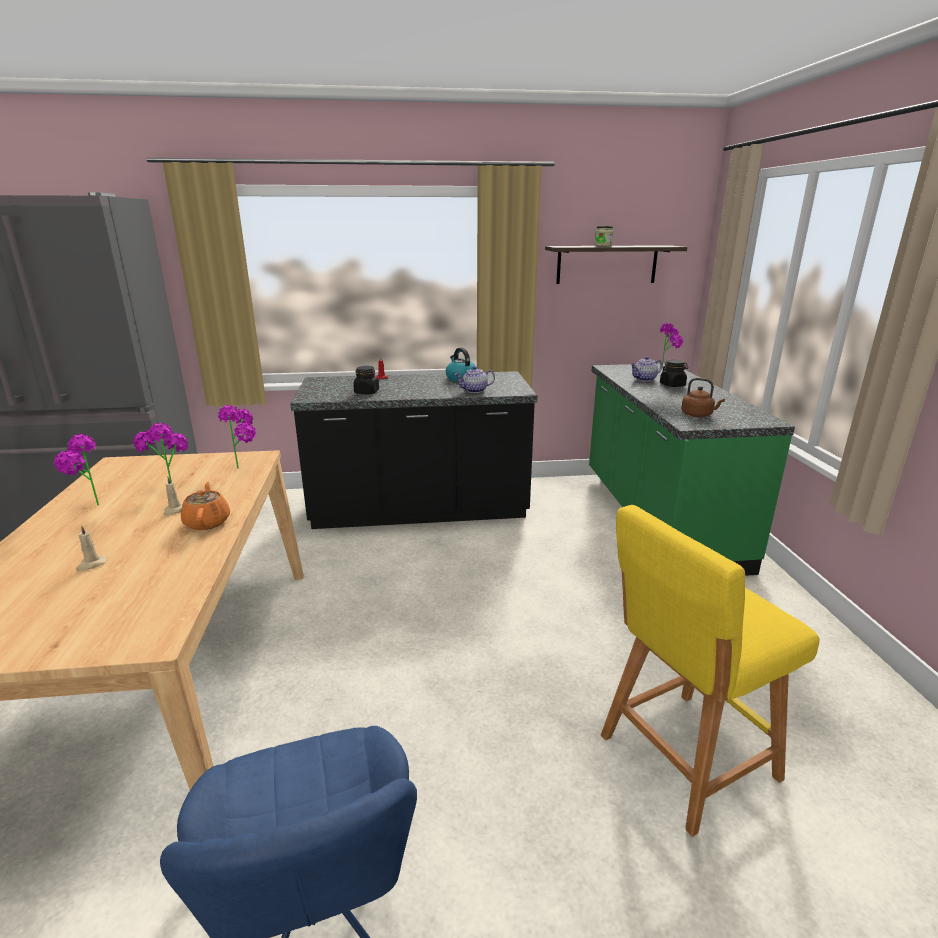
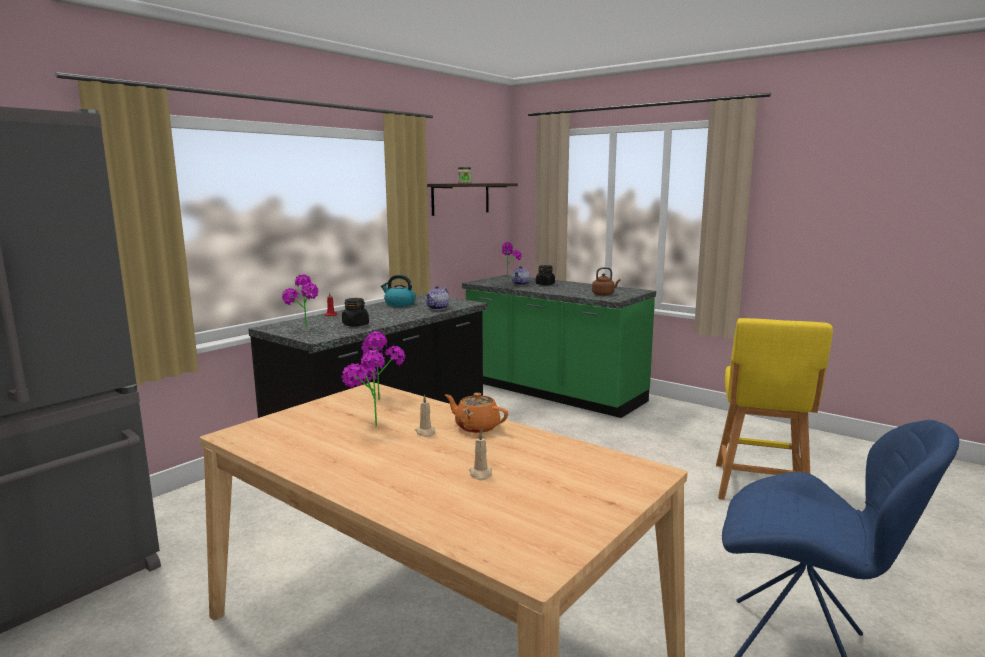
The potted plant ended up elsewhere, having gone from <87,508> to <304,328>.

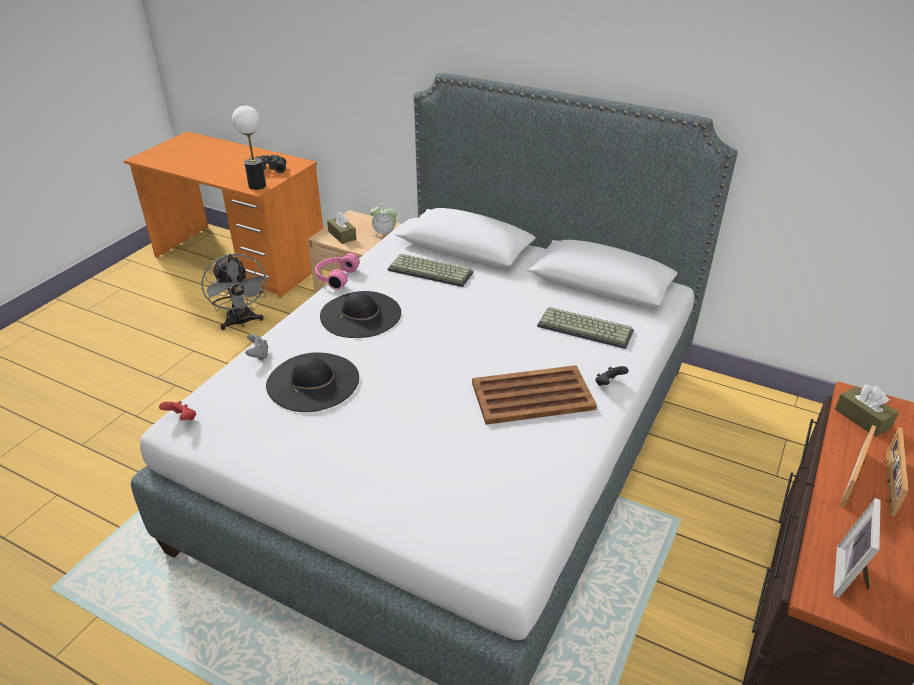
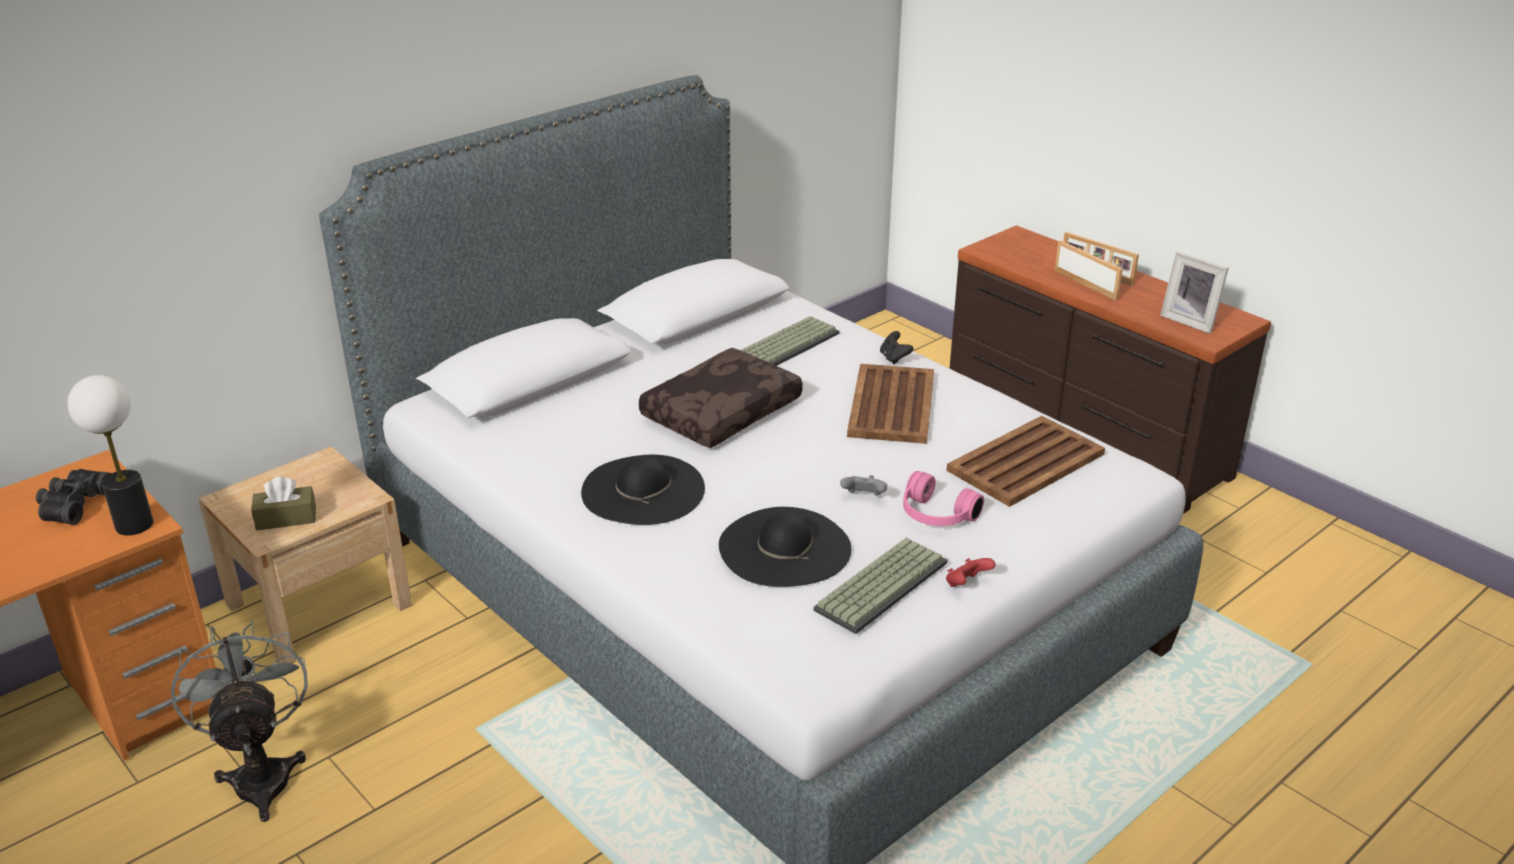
The second view lost the alarm clock at <384,234>.
The second view lost the brown tissue box at <862,418>.
The second view gained the brown pillow at <720,411>.
The second view gained the brown tray at <1027,462>.
The red game controller ended up elsewhere, having gone from <182,419> to <966,585>.
The grey game controller ended up elsewhere, having gone from <258,355> to <863,497>.
The pink headphones ended up elsewhere, having gone from <335,277> to <935,516>.
The keyboard ended up elsewhere, having gone from <431,271> to <880,584>.
The grey fan at <241,322> ended up facing another way, 105 degrees counterclockwise from before.

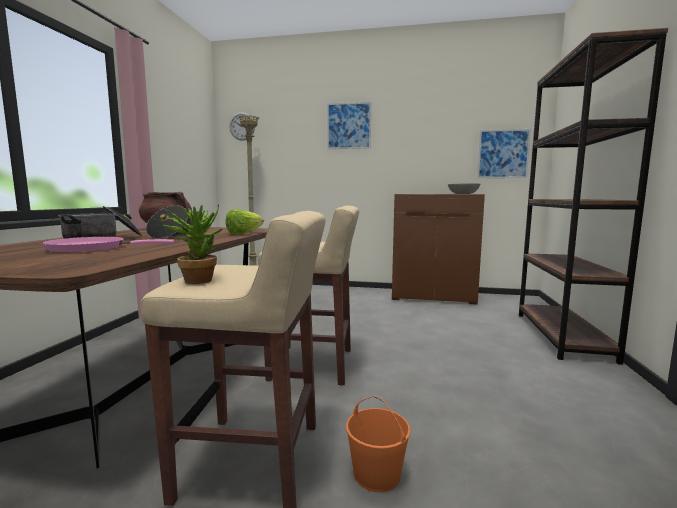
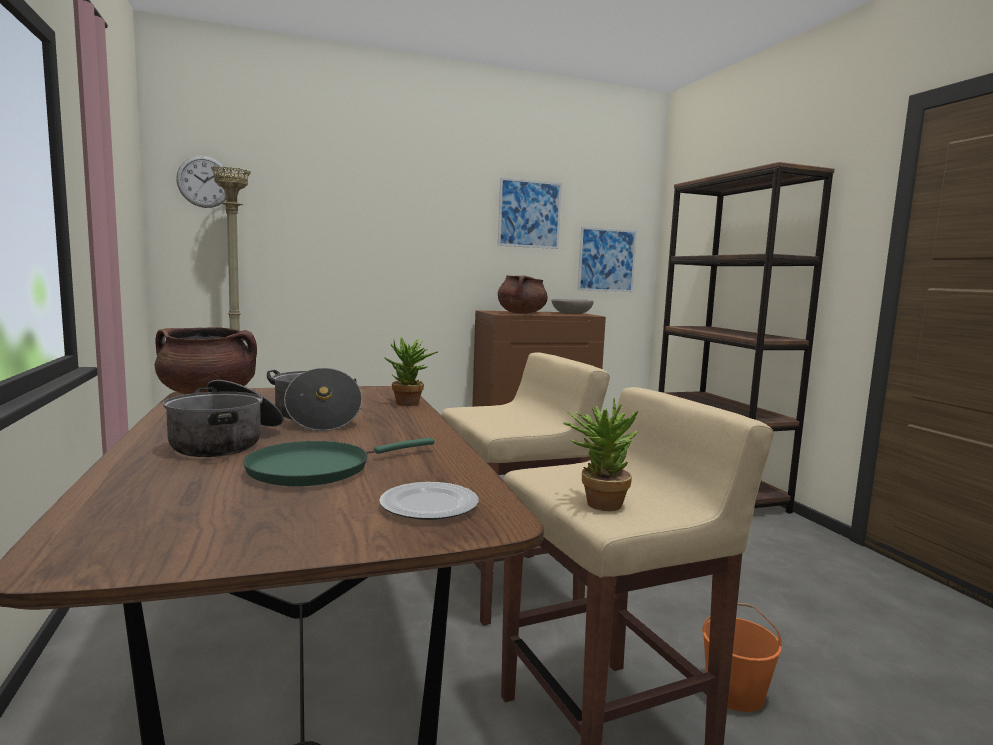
The second view gained the plate at <429,506>.
The second view gained the brown cooking pot at <521,313>.
The picture ended up elsewhere, having gone from <349,126> to <529,214>.
Where the lettuce stood at <244,234>, the potted plant came to stand at <409,404>.
What was the pink frying pan at <92,248> turned into the green frying pan at <316,469>.

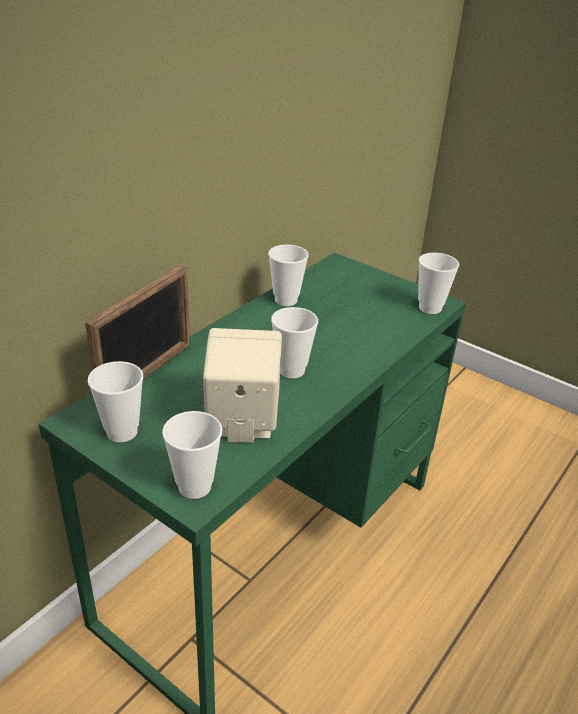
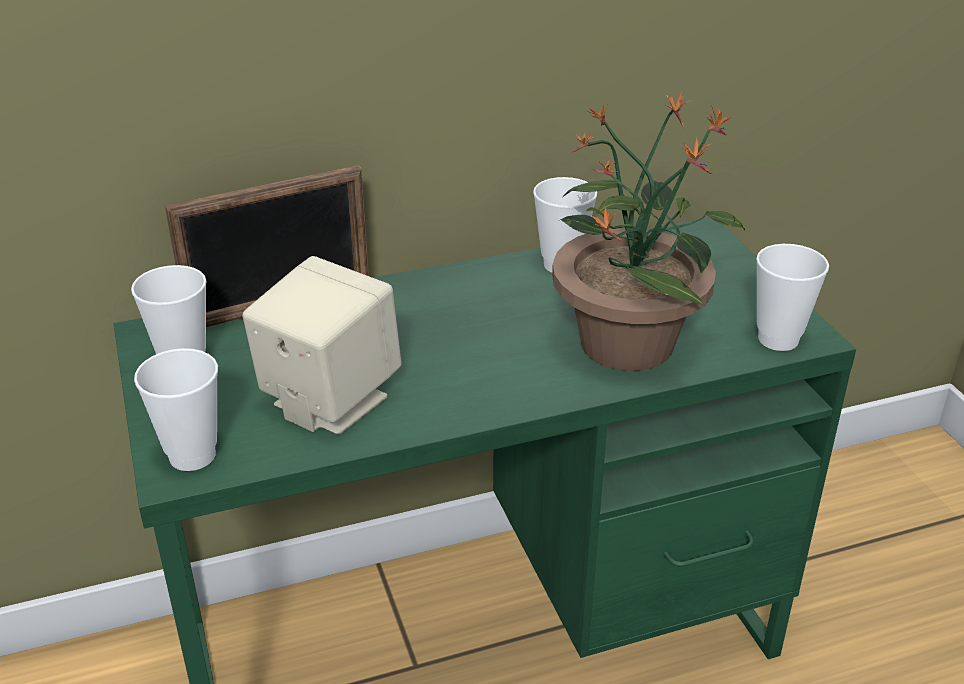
The second view lost the cup at <291,370>.
The second view gained the potted plant at <628,342>.

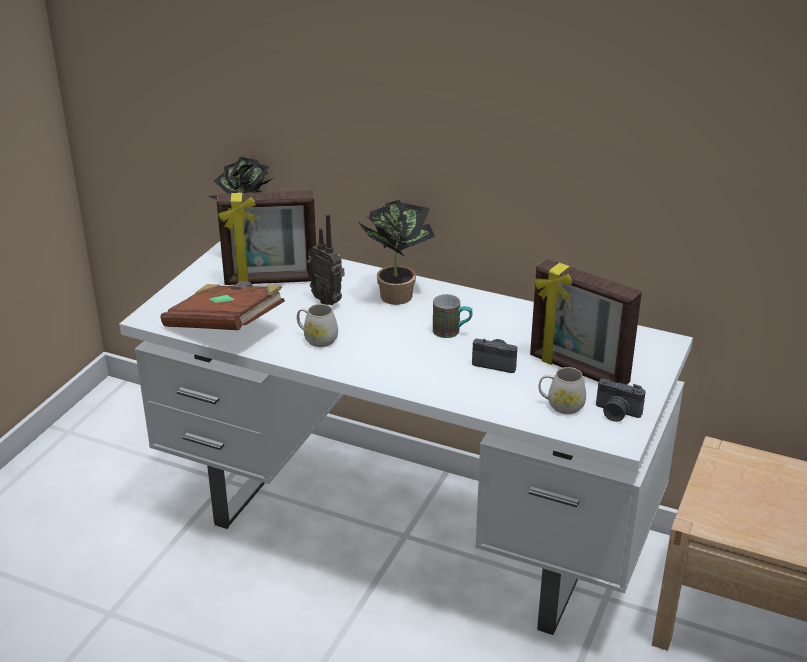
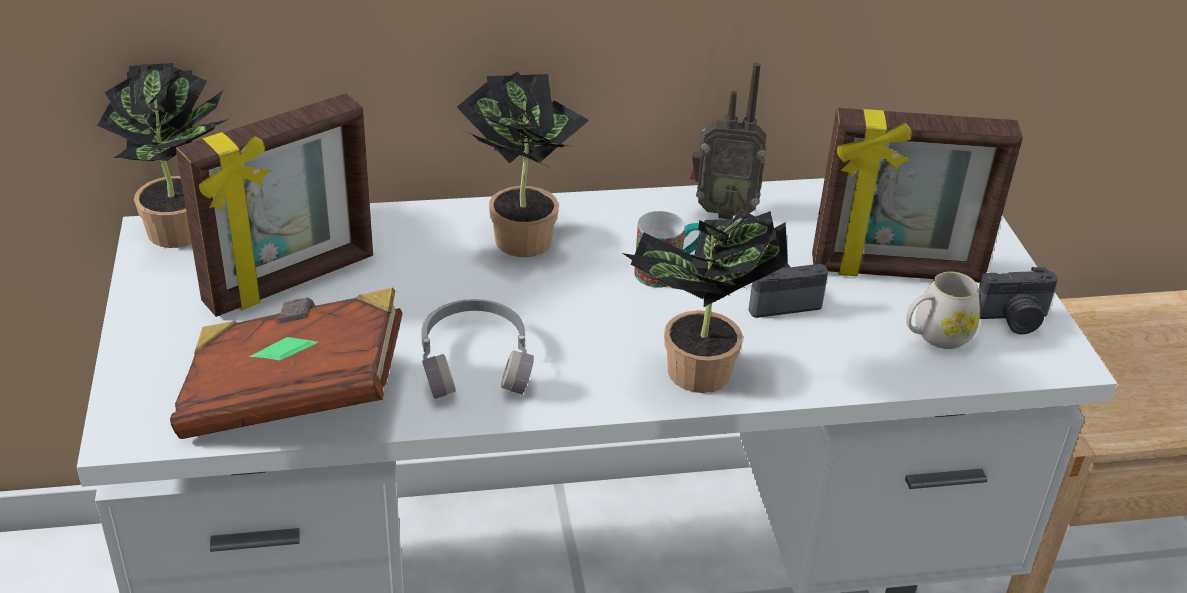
The second view gained the potted plant at <694,377>.
The radio ended up elsewhere, having gone from <328,300> to <722,210>.
Where the white mug stood at <317,339>, the grey headphones came to stand at <476,361>.

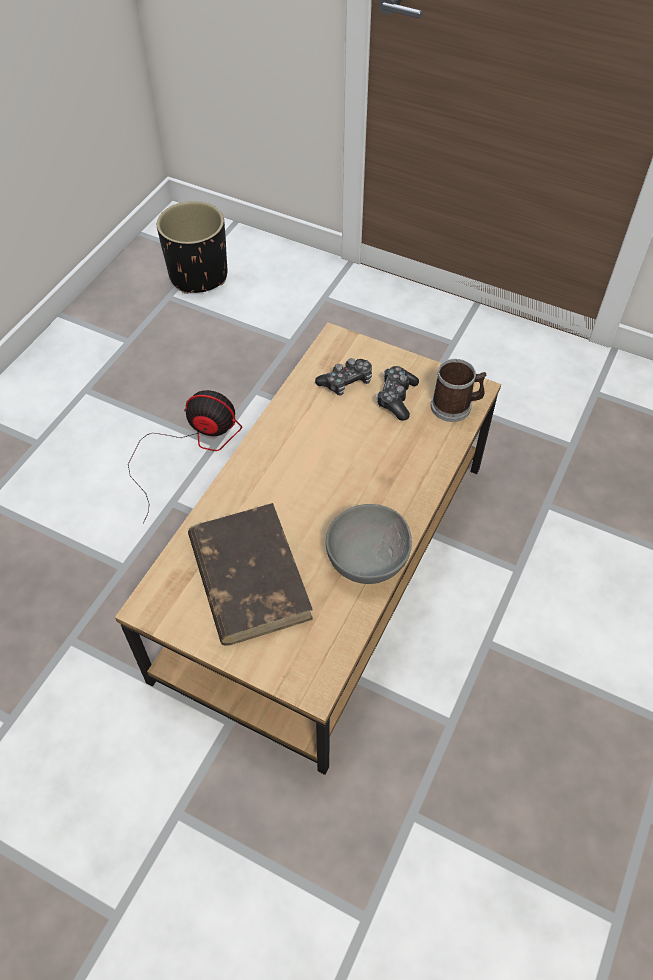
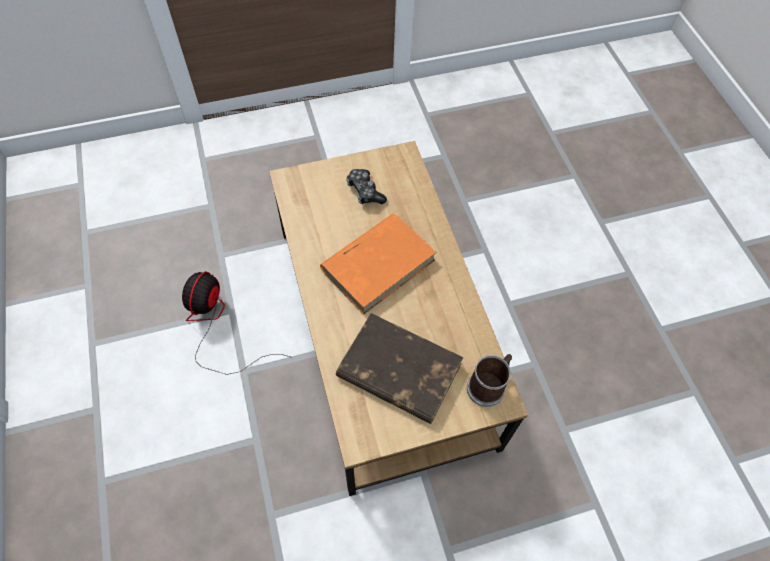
The second view lost the black planter at <198,276>.
The second view lost the game controller at <346,382>.
The second view lost the grey bowl at <370,559>.
The second view gained the orange book at <379,264>.
The mug ended up elsewhere, having gone from <455,406> to <488,385>.
The fan at <190,447> ended up facing another way, 45 degrees counterclockwise from before.

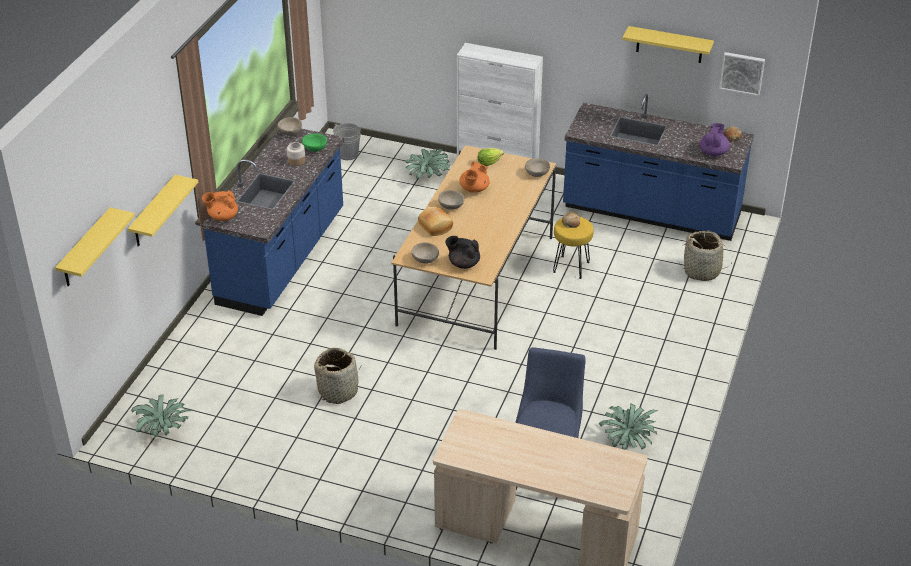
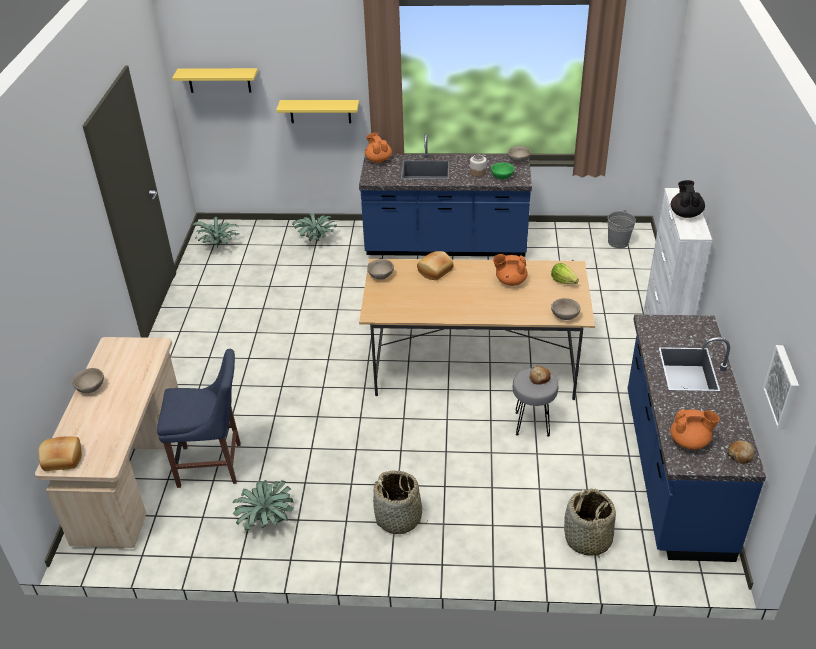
The second view lost the yellow shelf at <669,45>.
The second view gained the bread at <62,460>.
The basket ended up elsewhere, having gone from <338,391> to <399,518>.
The potted plant ended up elsewhere, having gone from <428,177> to <316,240>.
The beige bowl ended up elsewhere, having gone from <451,206> to <90,387>.
The black teapot ended up elsewhere, having gone from <463,264> to <685,213>.
What was the yellow stool at <571,267> turned into the grey stool at <531,424>.
What was the purple teapot at <713,152> turned into the orange teapot at <690,441>.

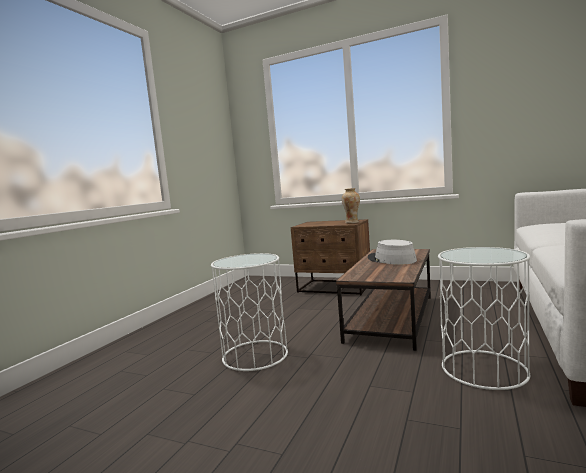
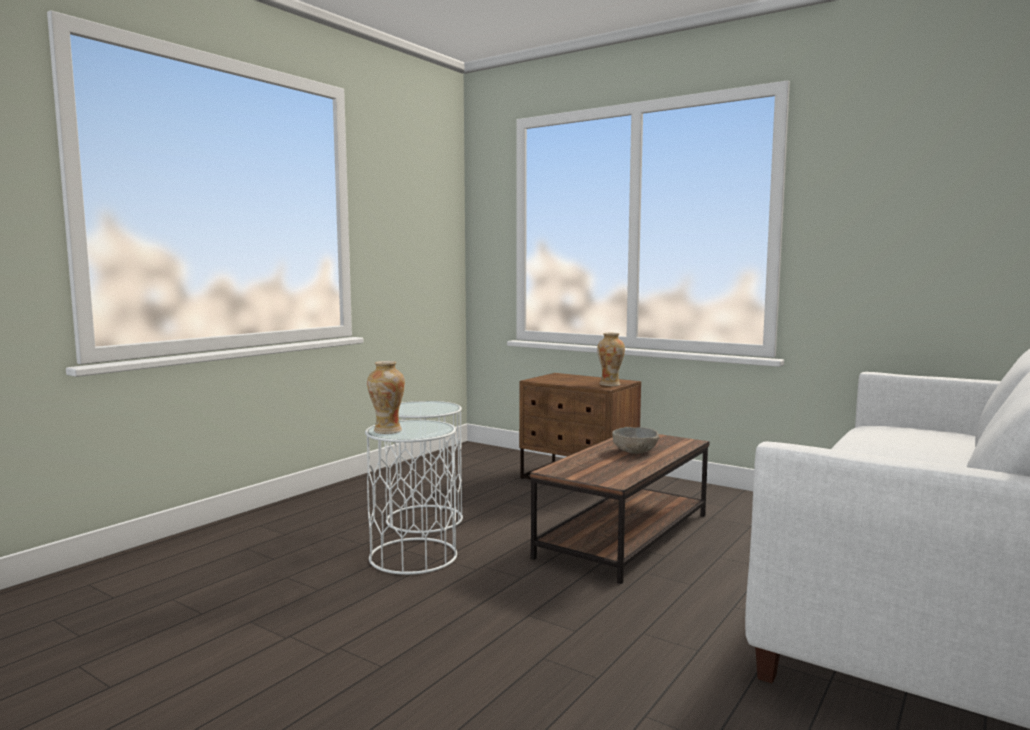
The second view gained the vase at <387,431>.
The white side table ended up elsewhere, having gone from <484,369> to <424,519>.
Where the grey hat stood at <391,259>, the grey bowl came to stand at <634,451>.

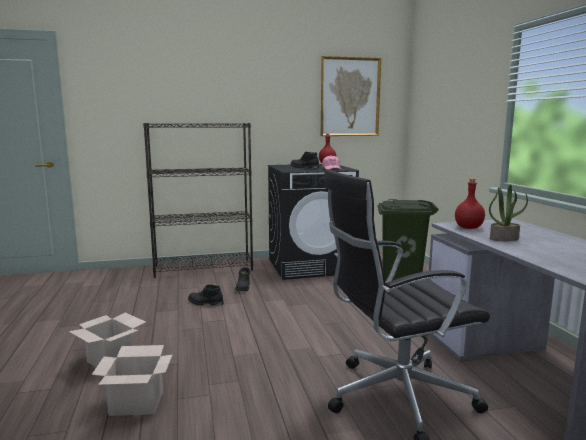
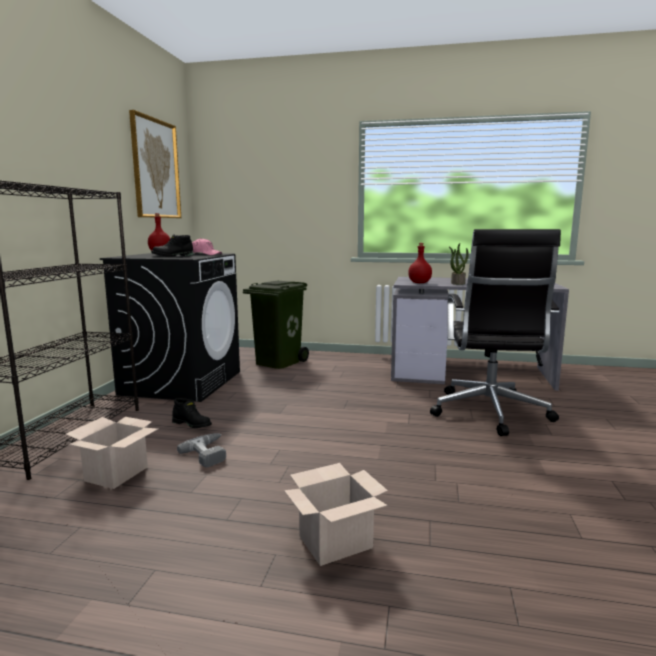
The cardboard box ended up elsewhere, having gone from <135,404> to <116,475>.
Where the black boot stood at <205,303>, the power drill came to stand at <210,453>.

